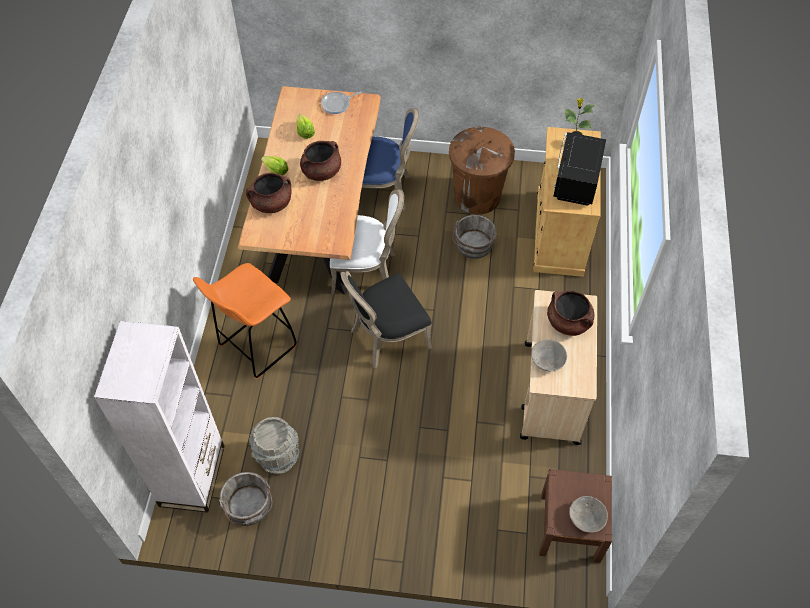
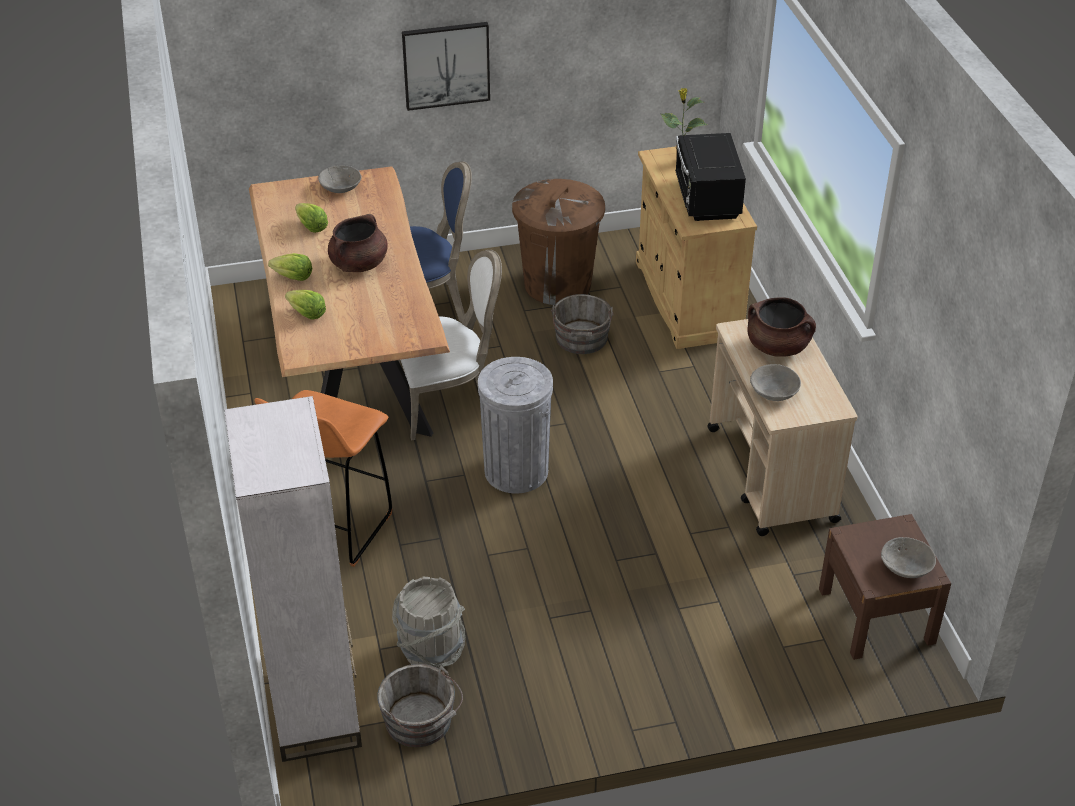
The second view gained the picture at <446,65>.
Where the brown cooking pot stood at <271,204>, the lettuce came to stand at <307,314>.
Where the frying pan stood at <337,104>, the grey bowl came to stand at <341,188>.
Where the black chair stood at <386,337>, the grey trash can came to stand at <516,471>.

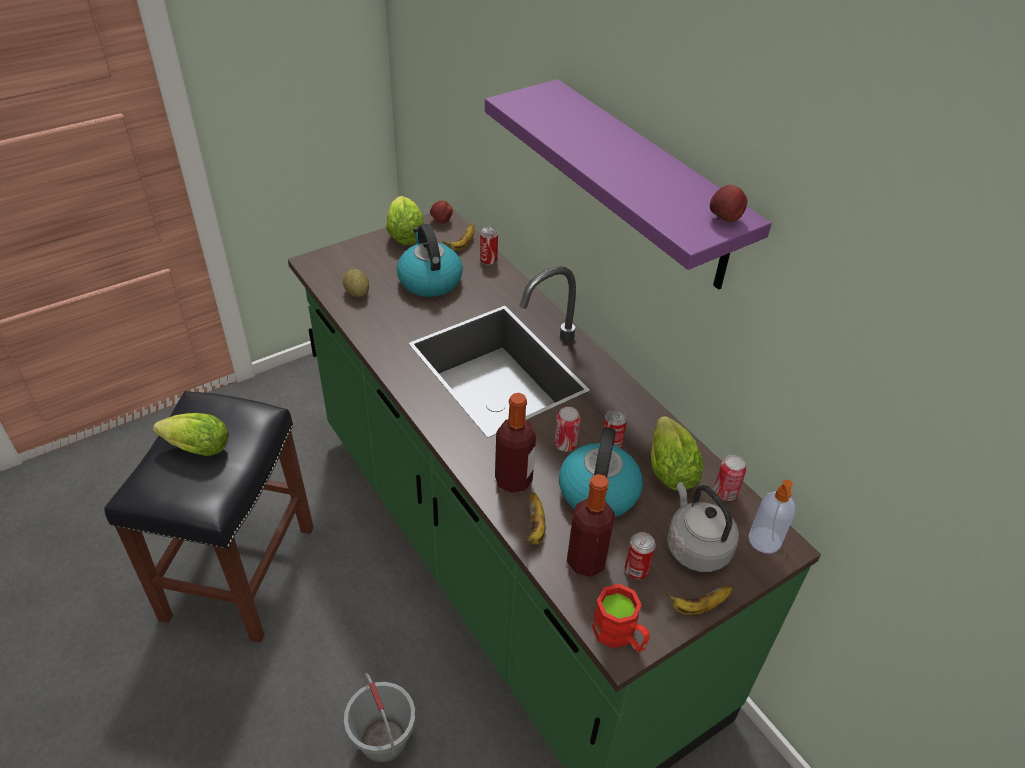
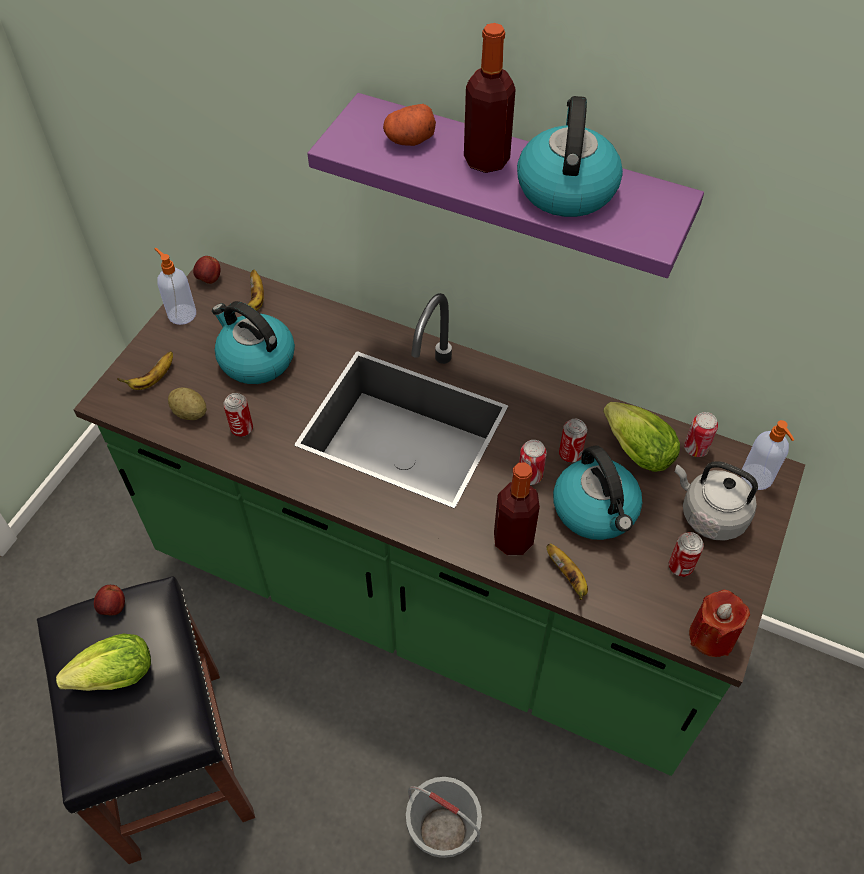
The second view gained the potato at <409,140>.
The second view gained the kettle at <566,188>.
The can ended up elsewhere, having gone from <488,260> to <242,429>.
The bottle ended up elsewhere, having gone from <586,561> to <486,160>.
The banana ended up elsewhere, having gone from <698,606> to <153,379>.
The apple ended up elsewhere, having gone from <724,219> to <113,608>.
Where the lettuce stood at <404,233>, the soap dispenser came to stand at <181,314>.
Where the red mug stood at <620,635>, the red candle came to stand at <711,636>.

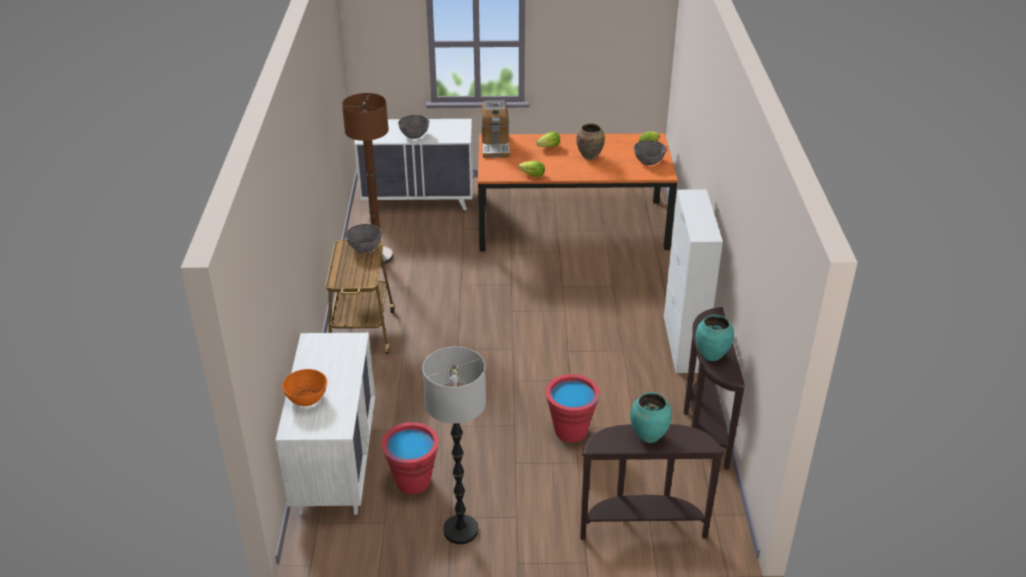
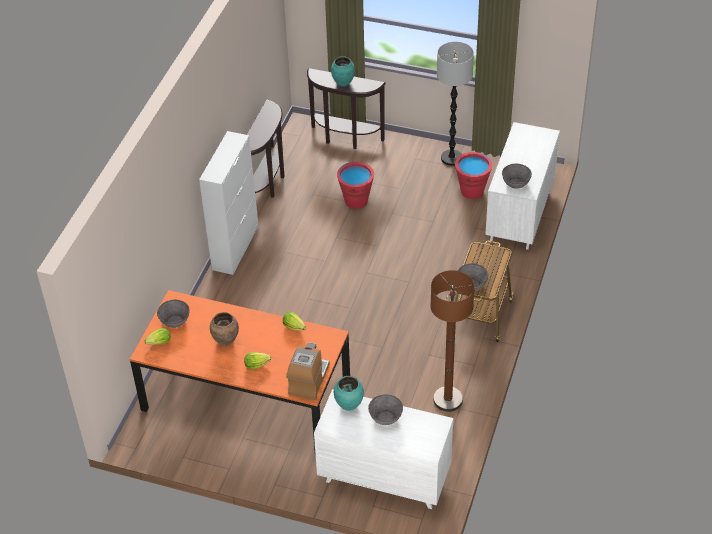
The second view lost the orange bowl at <306,398>.
The second view gained the grey bowl at <516,183>.
The turquoise vase ended up elsewhere, having gone from <711,355> to <349,405>.

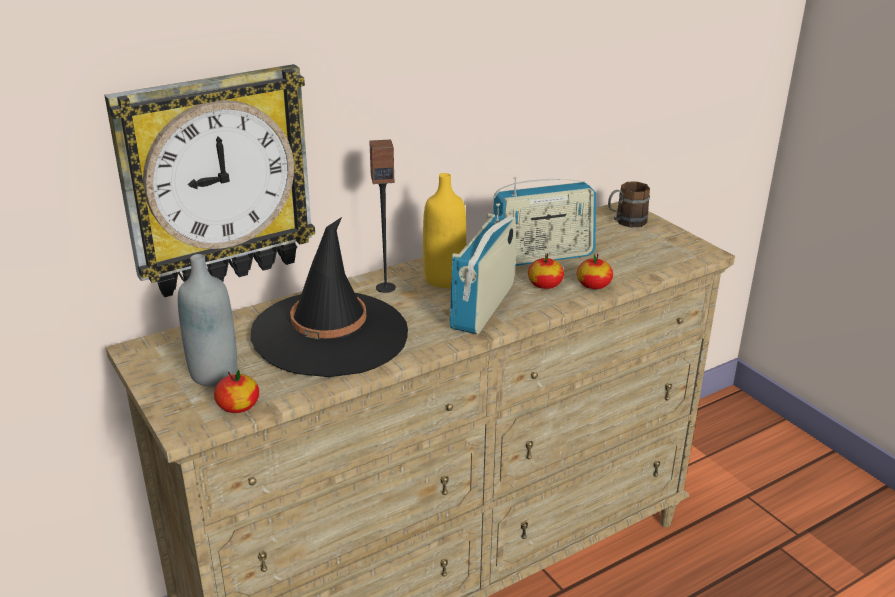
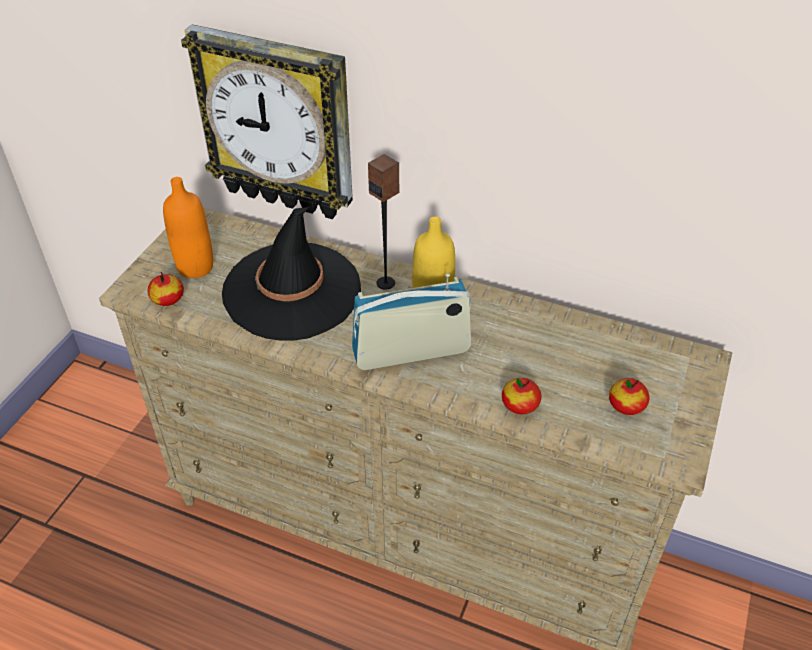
The second view lost the radio at <541,256>.
The second view lost the brown mug at <625,222>.
The apple ended up elsewhere, having gone from <545,285> to <626,406>.
What was the grey bottle at <214,374> turned into the orange bottle at <195,267>.

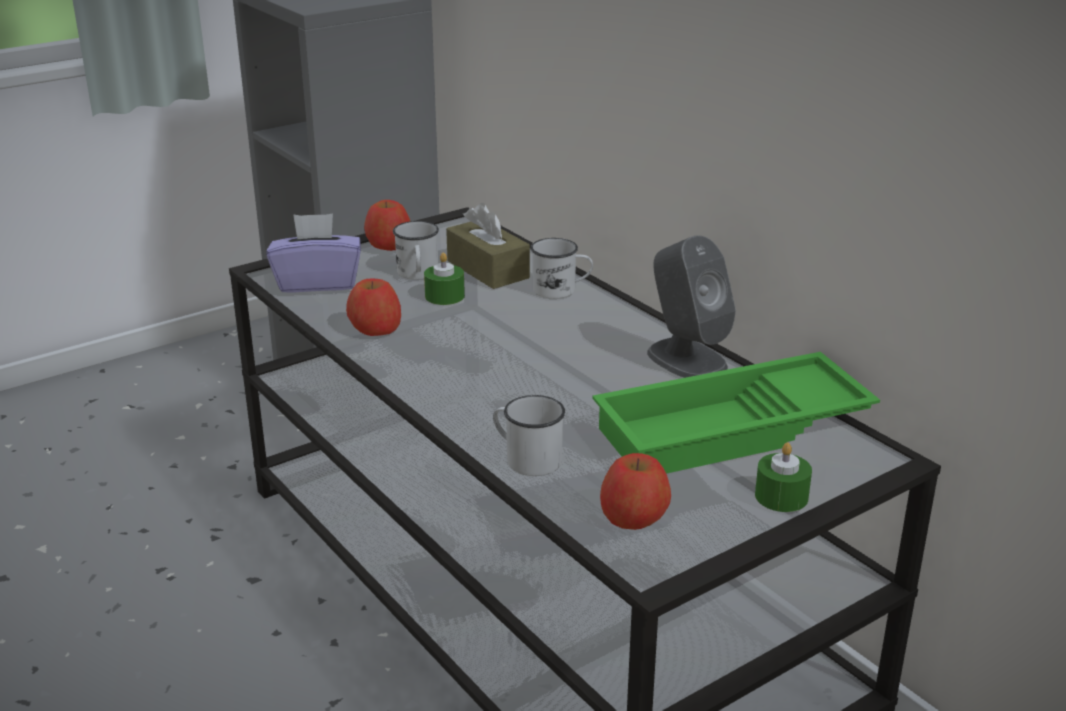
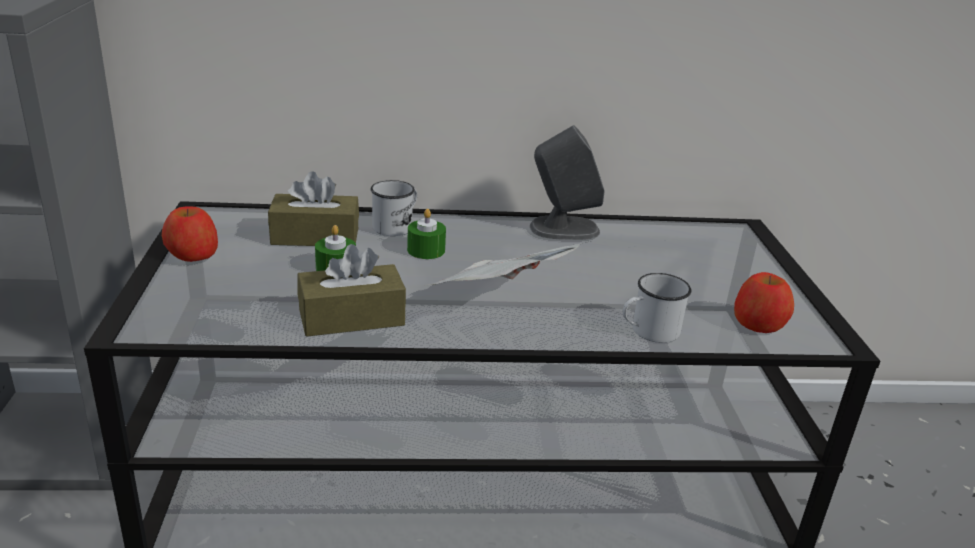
The second view lost the purple tissue box at <318,282>.
The second view lost the white mug at <418,274>.
The second view lost the green tray at <732,431>.
The second view gained the newspaper at <502,302>.
The green candle ended up elsewhere, having gone from <781,496> to <426,250>.
Where the apple stood at <375,328>, the brown tissue box came to stand at <351,317>.

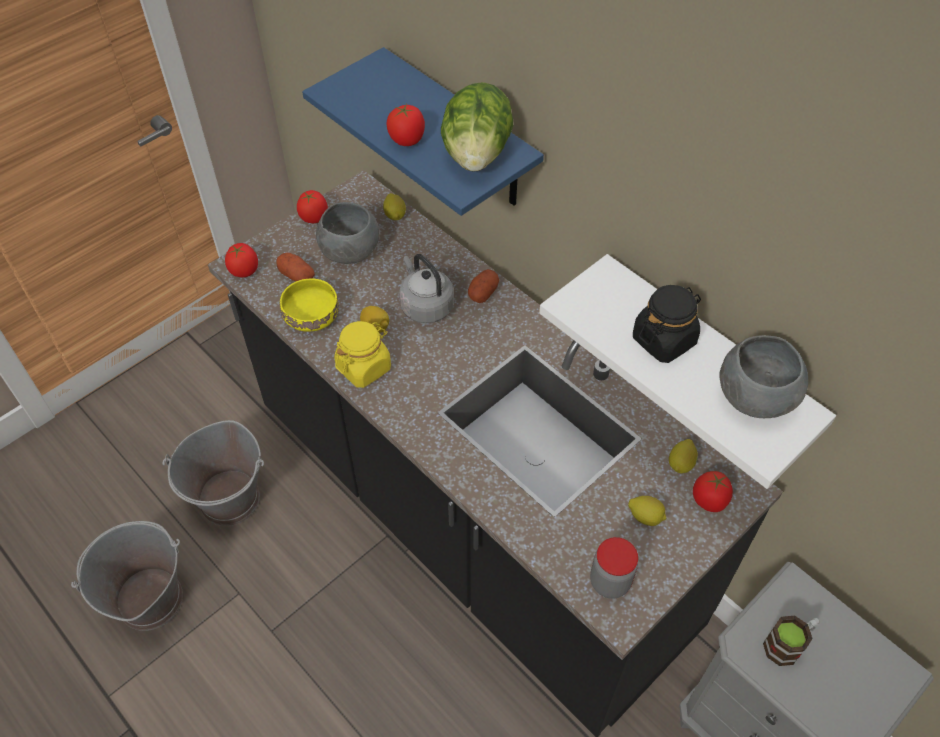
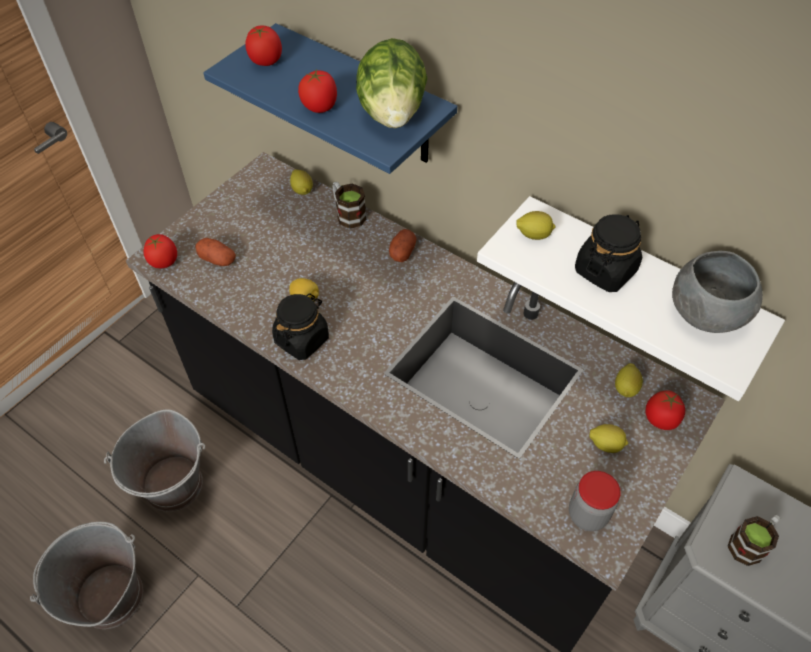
The second view lost the yellow bowl at <313,316>.
The second view lost the grey bowl at <349,252>.
The second view lost the grey kettle at <425,305>.
The second view gained the mug at <347,214>.
The second view gained the lemon at <533,235>.
The tomato ended up elsewhere, having gone from <314,217> to <265,61>.
What was the yellow jar at <364,367> turned into the black jar at <302,339>.

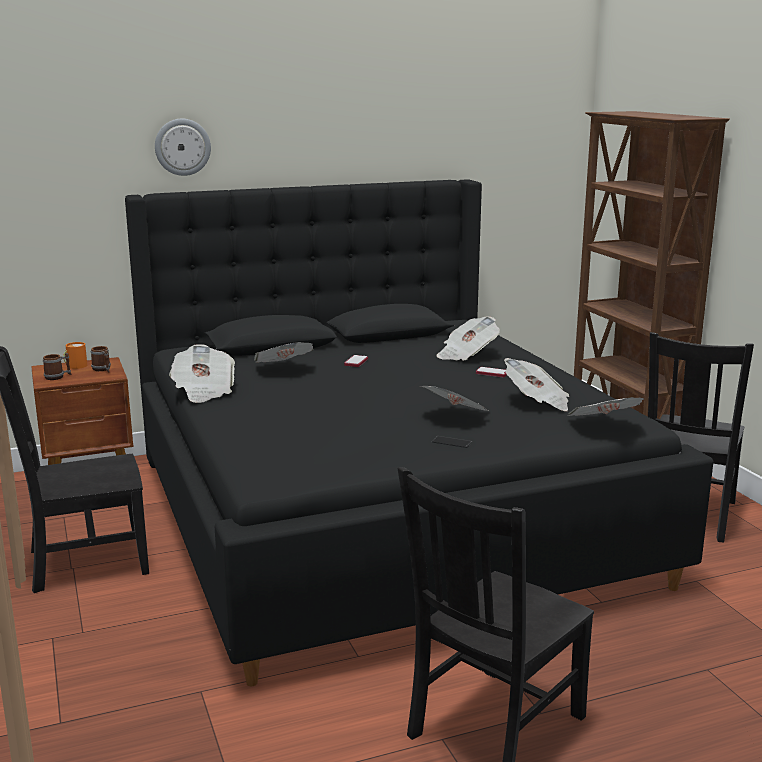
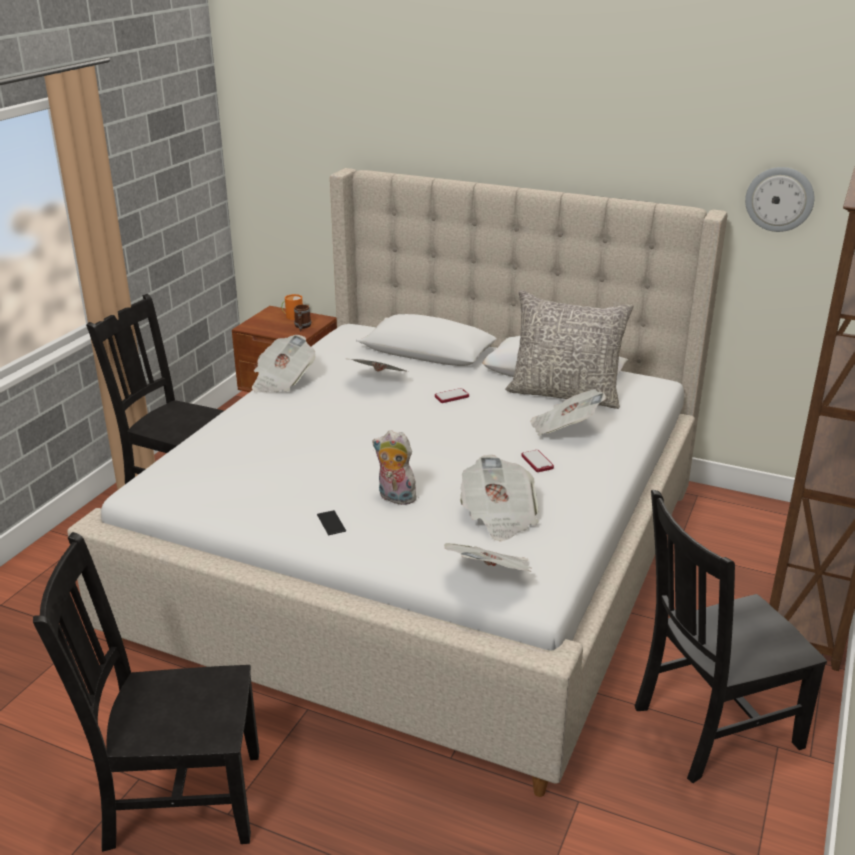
The second view lost the mug at <58,377>.
The second view gained the grey pillow at <565,394>.
The wall clock ended up elsewhere, having gone from <182,147> to <779,199>.
Where the newspaper stood at <456,417>, the plush toy came to stand at <395,498>.
What was the black bed at <382,514> turned into the beige bed at <429,559>.

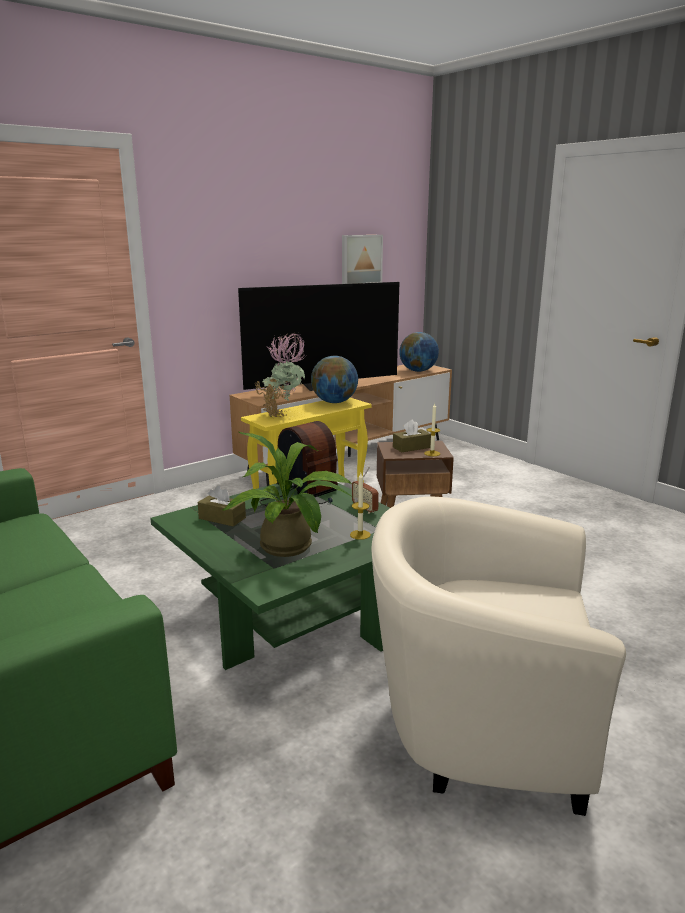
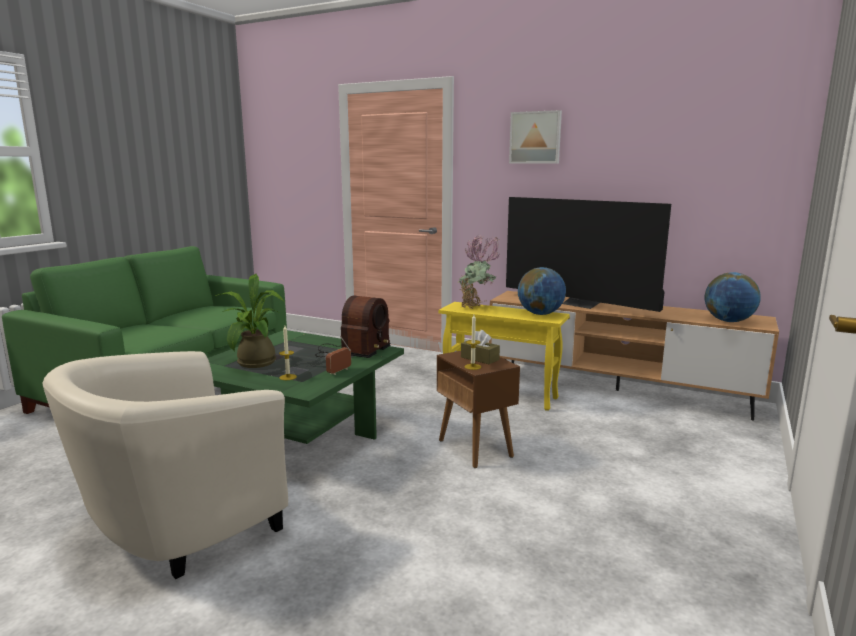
The second view lost the brown tissue box at <222,518>.
The picture ended up elsewhere, having gone from <360,260> to <535,137>.
The beige armchair at <477,724> ended up facing another way, 120 degrees counterclockwise from before.

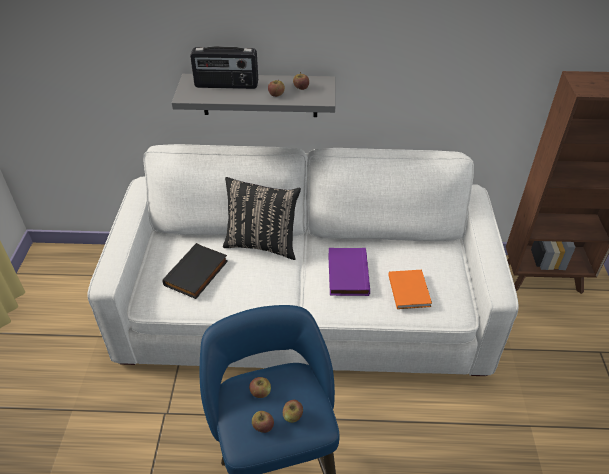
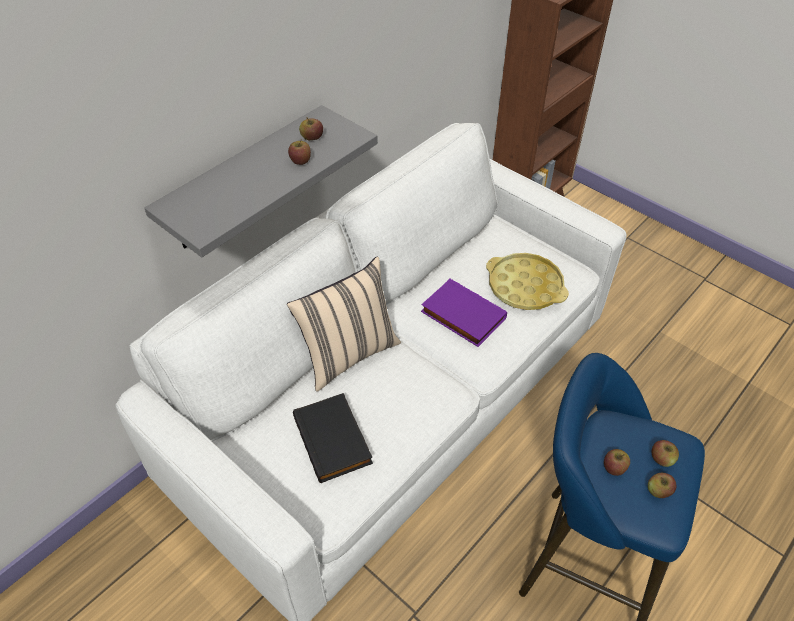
The second view lost the radio at <226,85>.
Where the orange book stood at <409,289>, the yellow tray came to stand at <525,286>.
What was the black pillow at <262,244> turned into the beige pillow at <348,354>.

